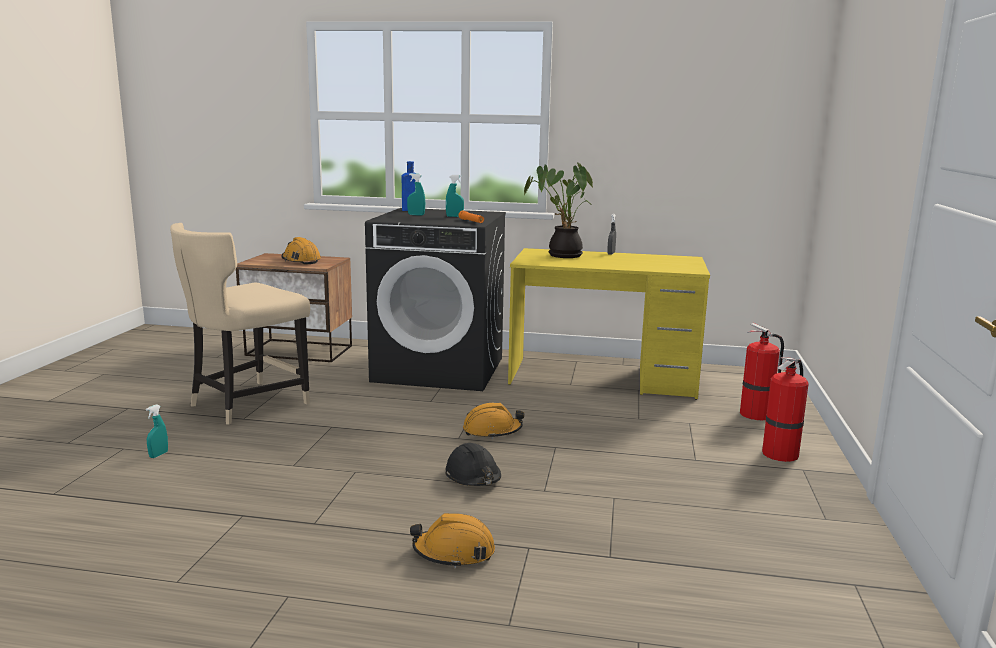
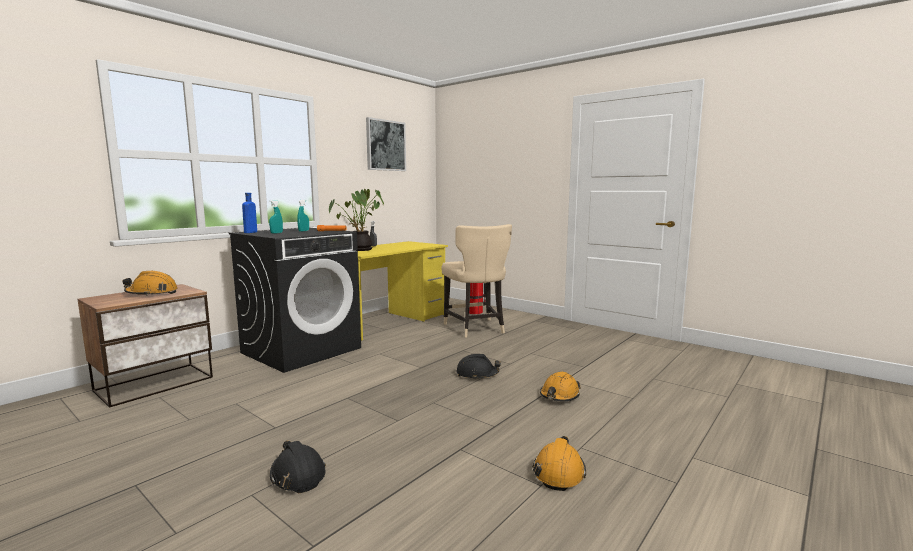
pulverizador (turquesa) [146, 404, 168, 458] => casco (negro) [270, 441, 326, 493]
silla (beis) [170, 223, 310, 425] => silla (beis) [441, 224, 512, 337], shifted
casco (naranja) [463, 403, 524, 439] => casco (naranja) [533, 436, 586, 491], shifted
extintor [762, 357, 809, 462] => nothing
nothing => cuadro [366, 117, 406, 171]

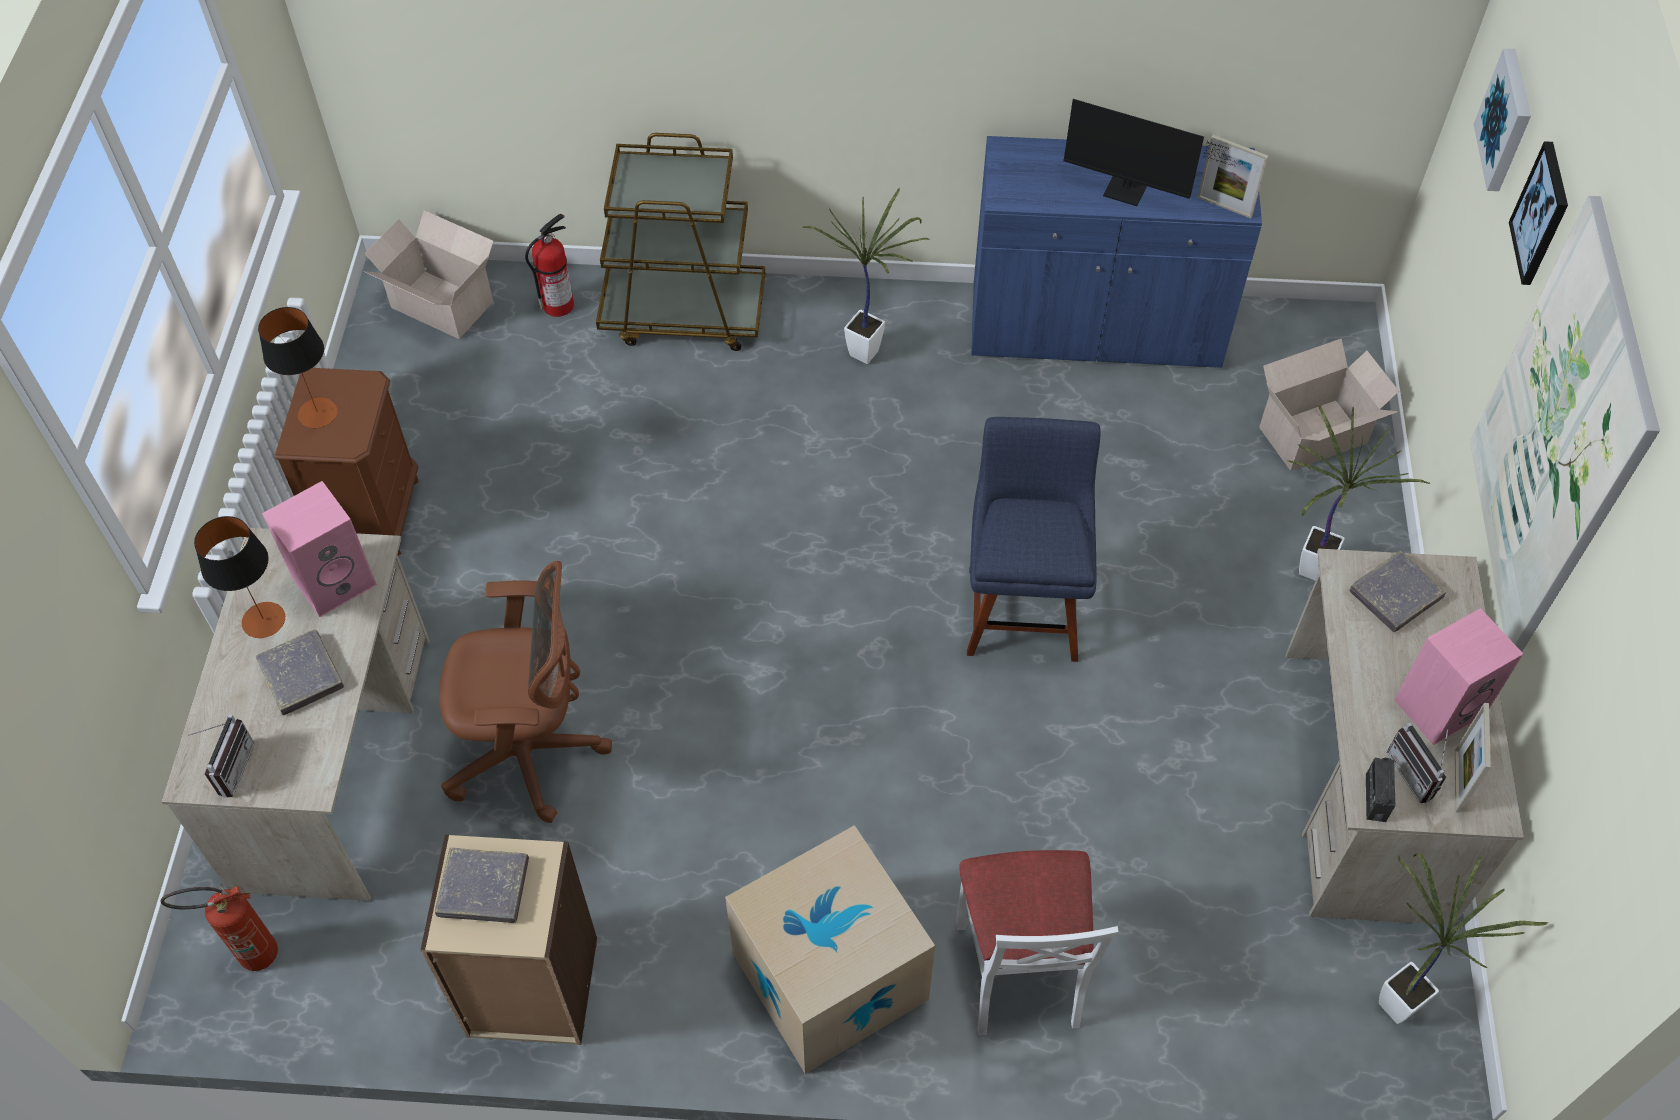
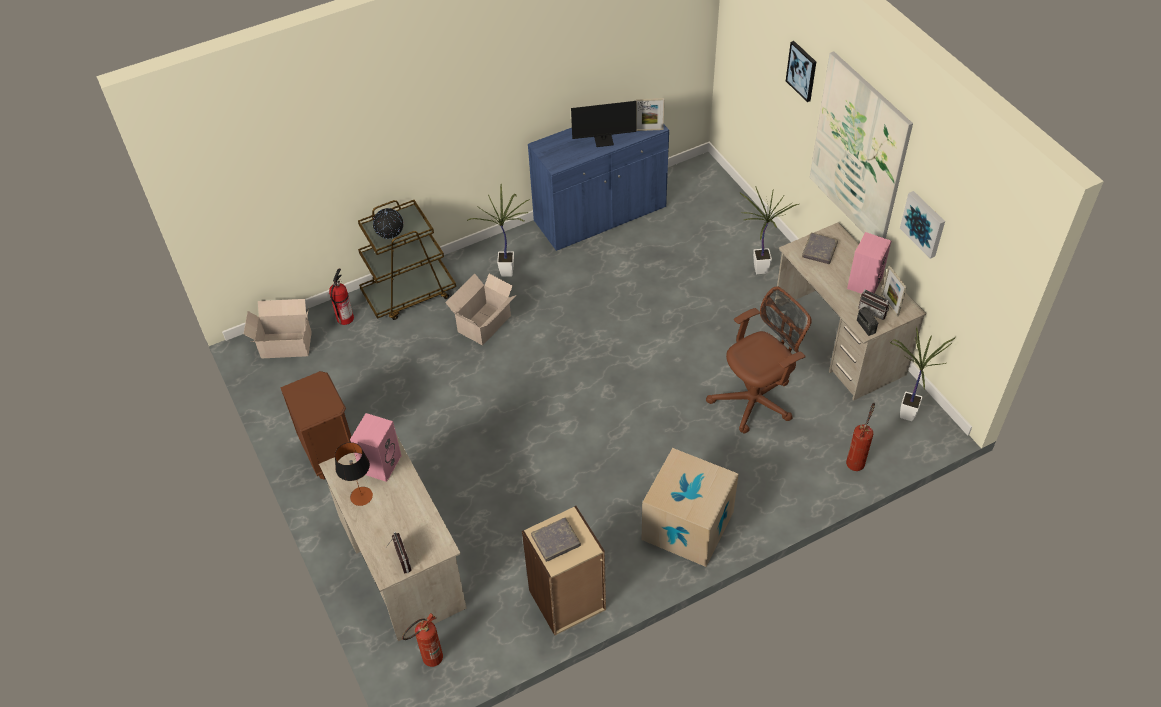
libro (gris) [256, 629, 344, 716] => nothing
lámpara de mesa [258, 307, 338, 428] => nothing
silla de oficina (marrón) [439, 561, 612, 823] => silla de oficina (marrón) [706, 286, 812, 433], shifted
silla (blanco) [956, 850, 1119, 1035] => nothing
silla (azul) [967, 417, 1101, 662] => nothing
caja de cartón [1259, 338, 1400, 471] => caja de cartón [445, 273, 517, 345], shifted
cuadro [1474, 48, 1531, 191] => cuadro [900, 191, 945, 259], shifted
nothing => globo terráqueo [373, 208, 403, 239]
nothing => extintor [846, 403, 875, 471]

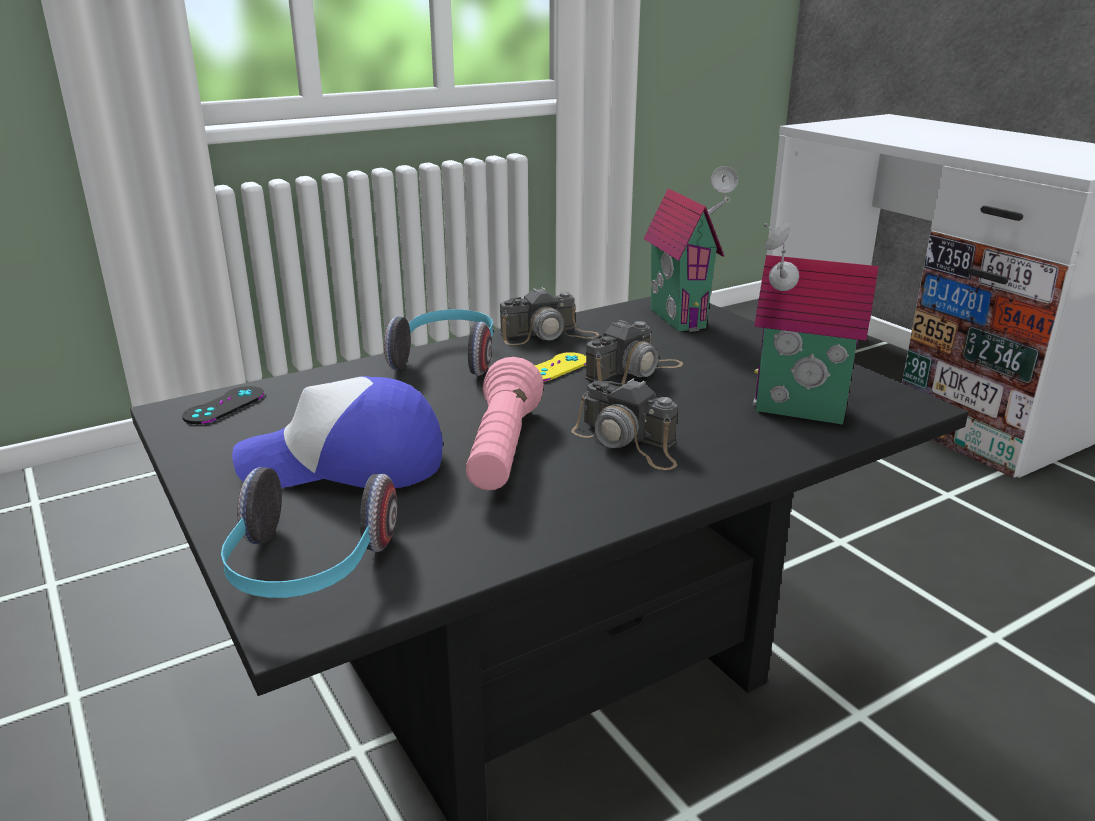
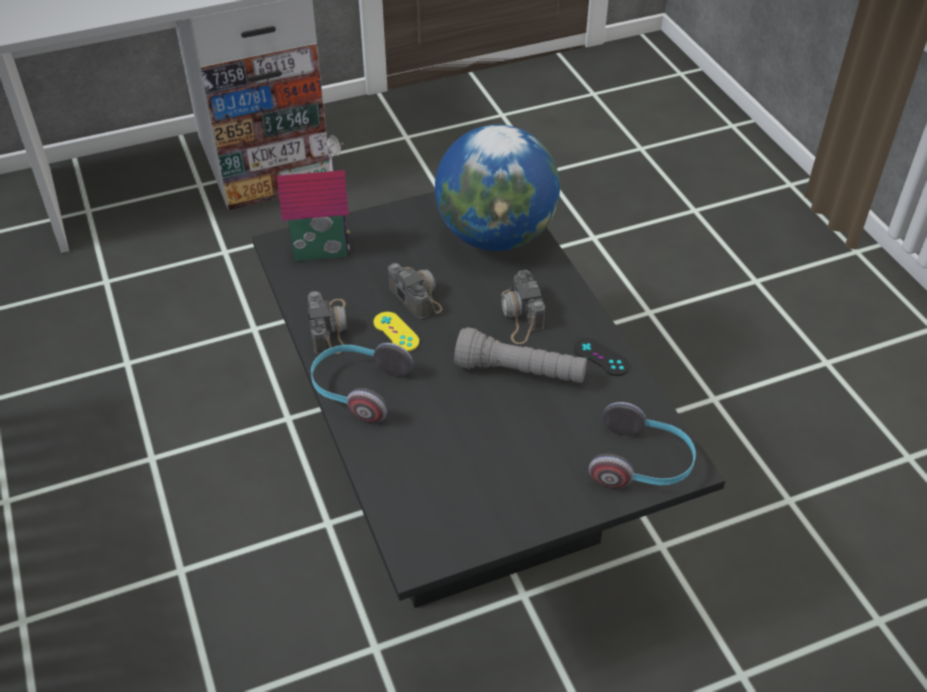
mando de consola (negro) [182, 386, 264, 424] => mando de consola (negro) [574, 338, 630, 376], shifted
gorra [232, 376, 443, 488] => nothing
linterna (rosa) [466, 357, 544, 490] => linterna (gris) [454, 327, 587, 383]
cámara [571, 378, 678, 470] => cámara [501, 270, 545, 344], 120 degrees clockwise
casita [753, 221, 879, 425] => globo terráqueo [435, 125, 560, 251]

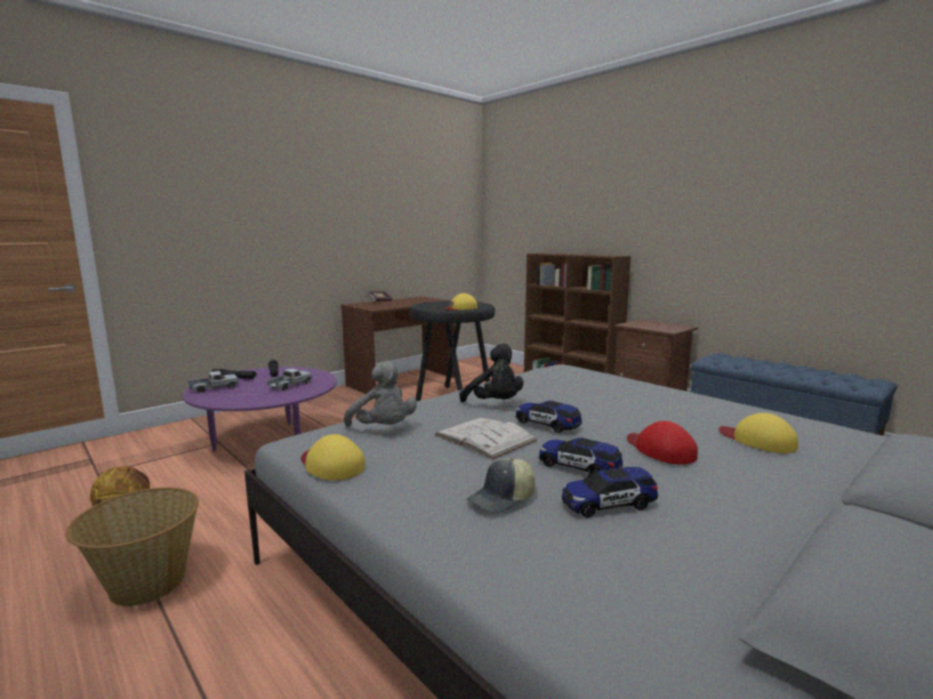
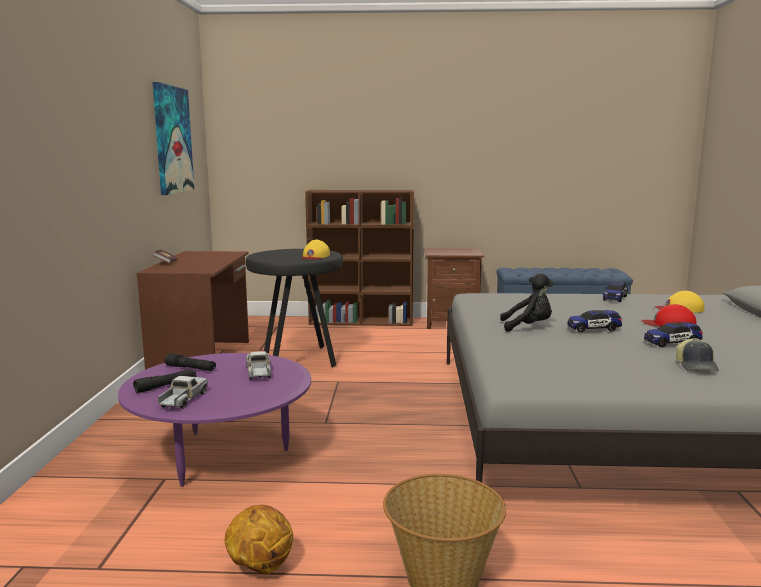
gorra (amarillo) [301, 434, 365, 481] => nothing
peluche (gris) [344, 361, 417, 427] => nothing
libro (blanco) [434, 417, 537, 459] => nothing
coche de juguete [562, 467, 658, 518] => coche de juguete [603, 281, 628, 302], shifted
nothing => cuadro [153, 82, 194, 195]

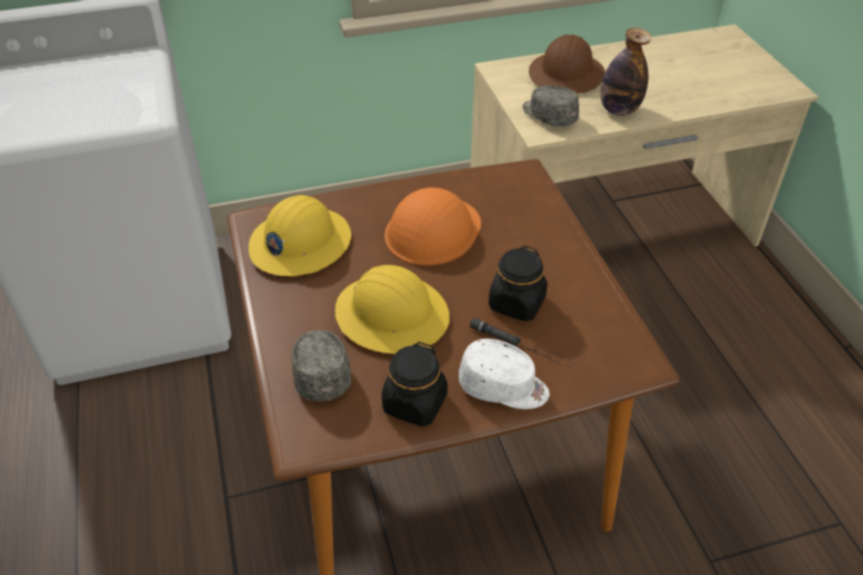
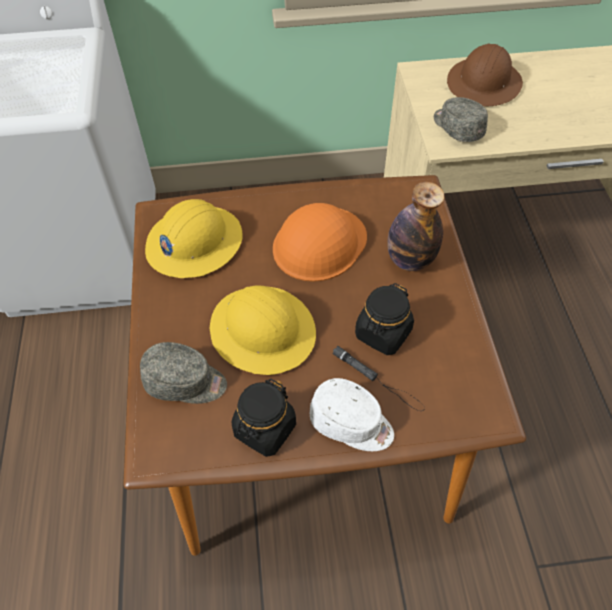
gorra (gris) [292, 330, 352, 402] => gorra (gris) [140, 342, 227, 404], 105 degrees clockwise
botella [600, 28, 651, 116] => botella [387, 182, 445, 271], shifted

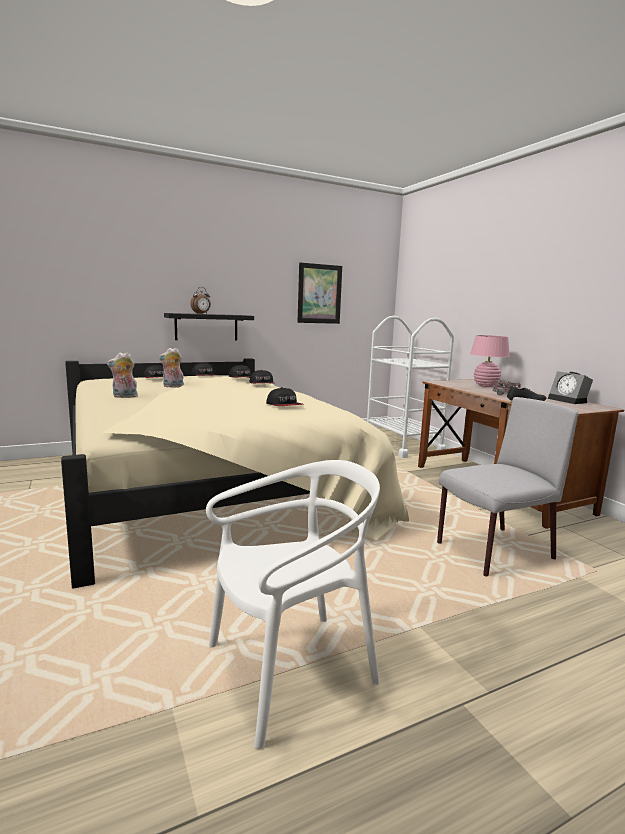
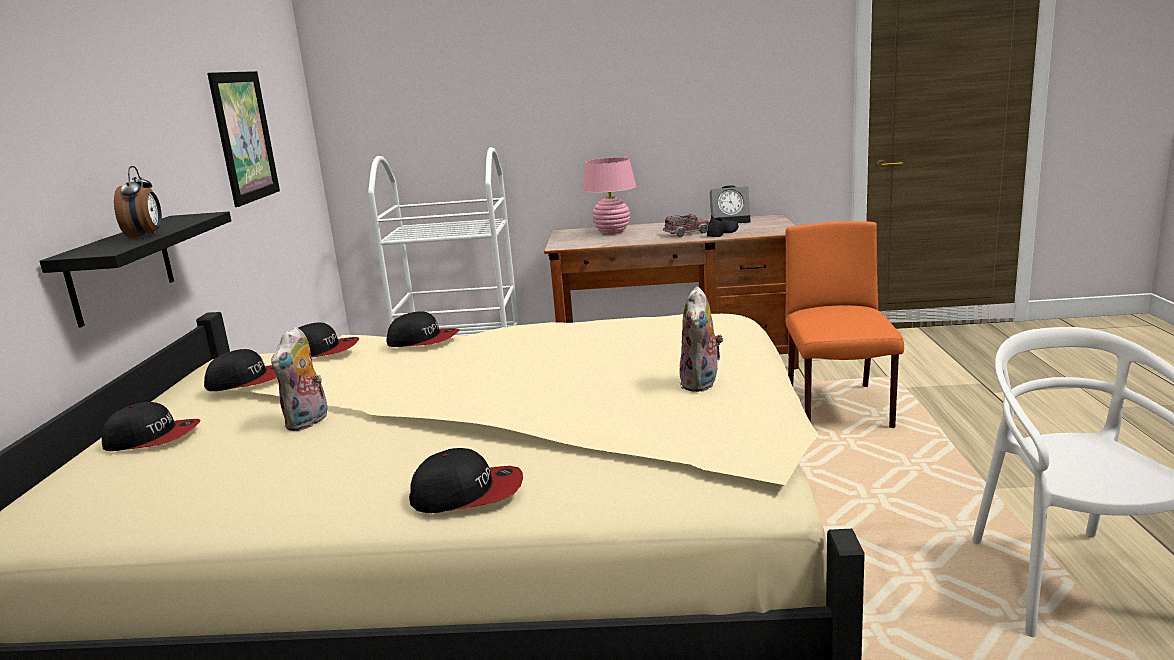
peluche [107, 352, 138, 398] => peluche [679, 286, 723, 392], shifted
gorra [266, 387, 303, 406] => gorra [409, 448, 523, 513], shifted
silla (gris) [437, 397, 578, 576] => silla (naranja) [785, 221, 904, 428]

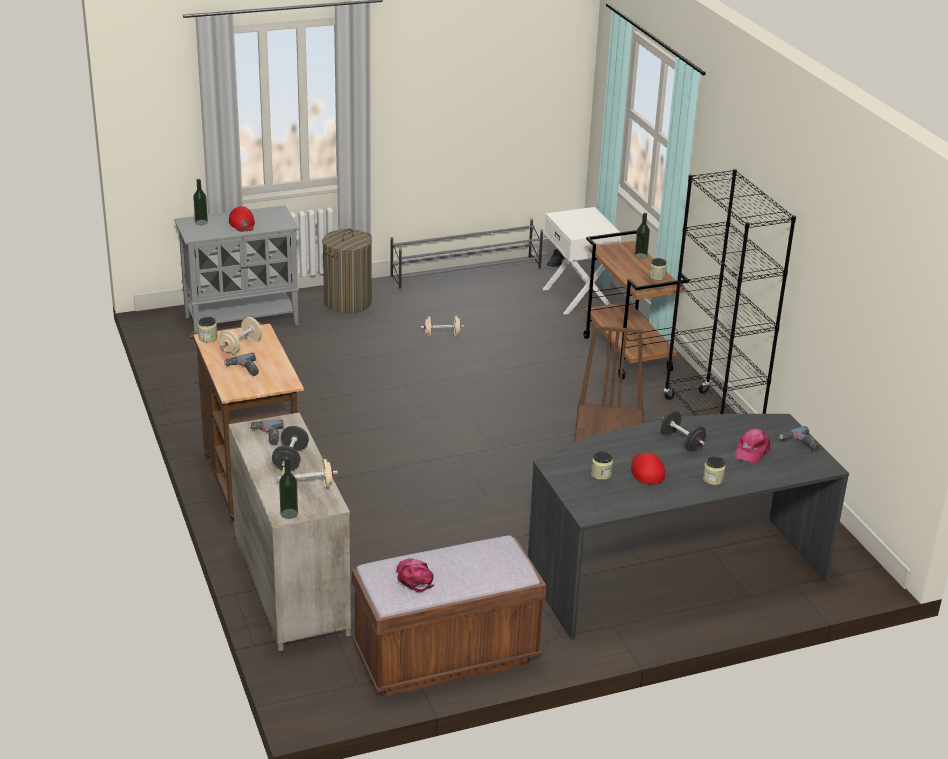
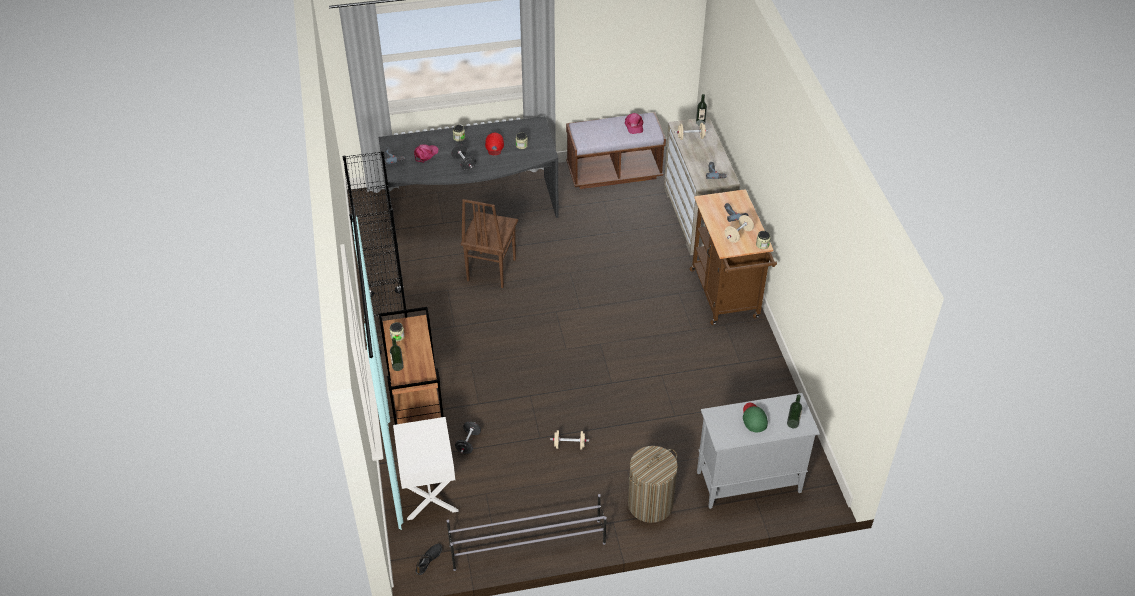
gorra (rojo) [229, 206, 255, 232] => gorra (verde) [743, 403, 768, 432]
mancuerna (negro) [272, 426, 309, 471] => mancuerna (negro) [455, 422, 481, 454], shifted

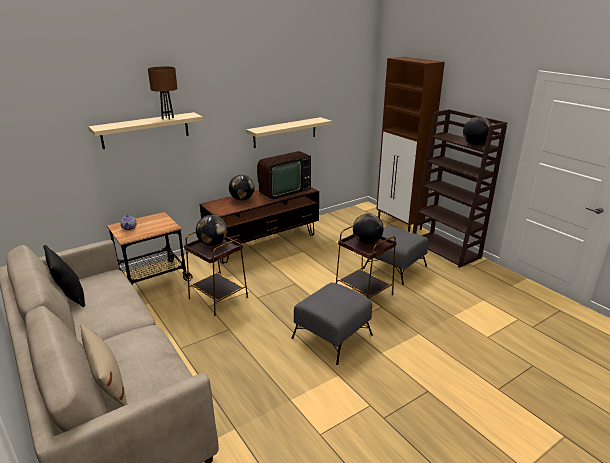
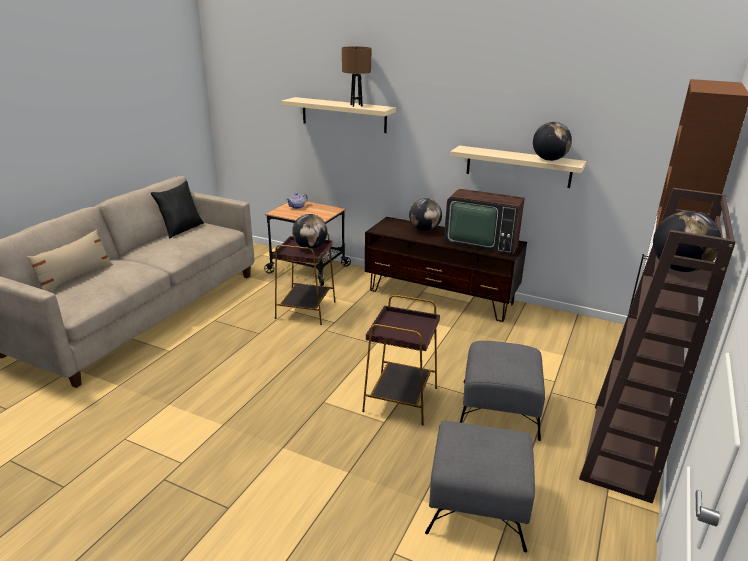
puf (gris) [292, 283, 373, 365] => puf (gris) [425, 421, 535, 552], shifted
globo terráqueo [353, 213, 384, 244] => globo terráqueo [533, 122, 572, 161], shifted

